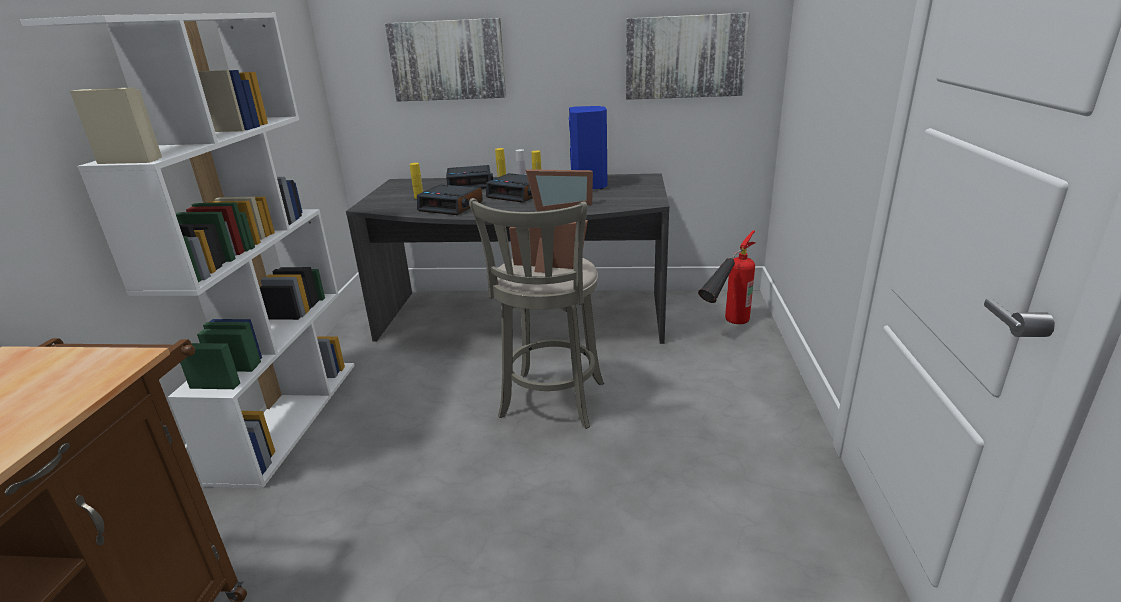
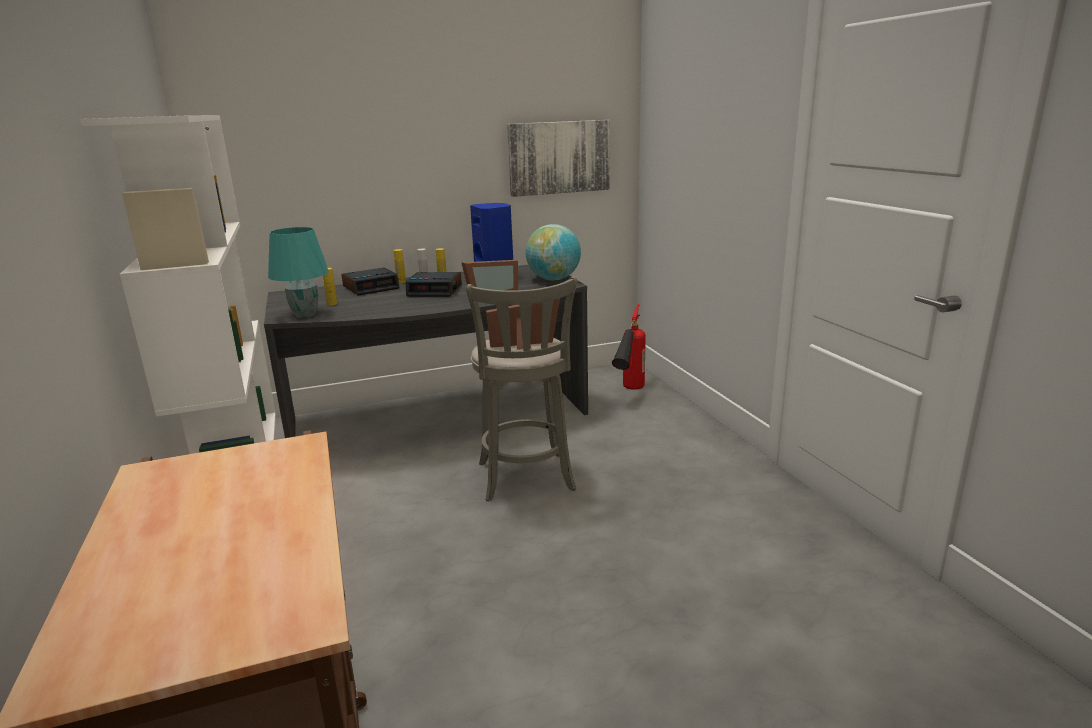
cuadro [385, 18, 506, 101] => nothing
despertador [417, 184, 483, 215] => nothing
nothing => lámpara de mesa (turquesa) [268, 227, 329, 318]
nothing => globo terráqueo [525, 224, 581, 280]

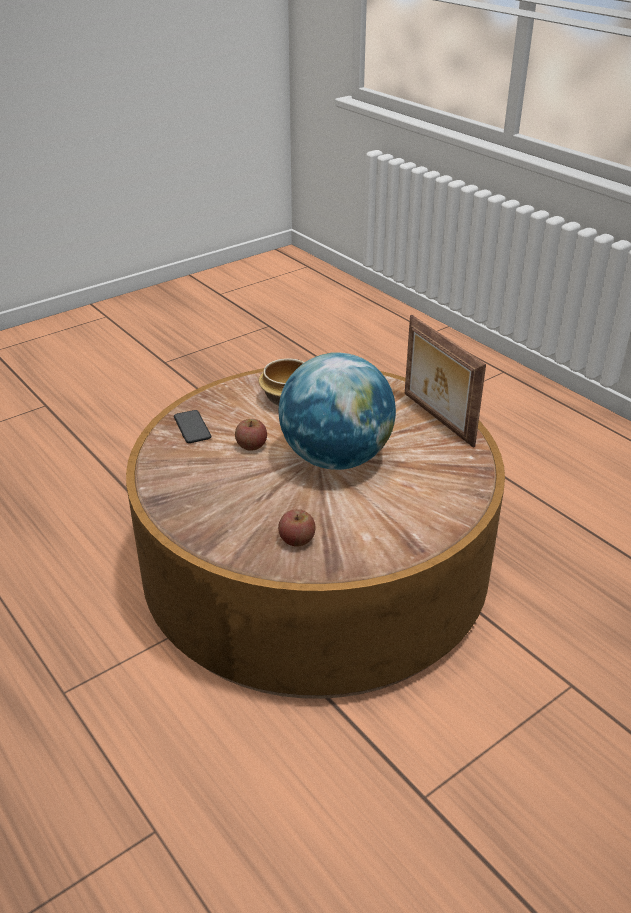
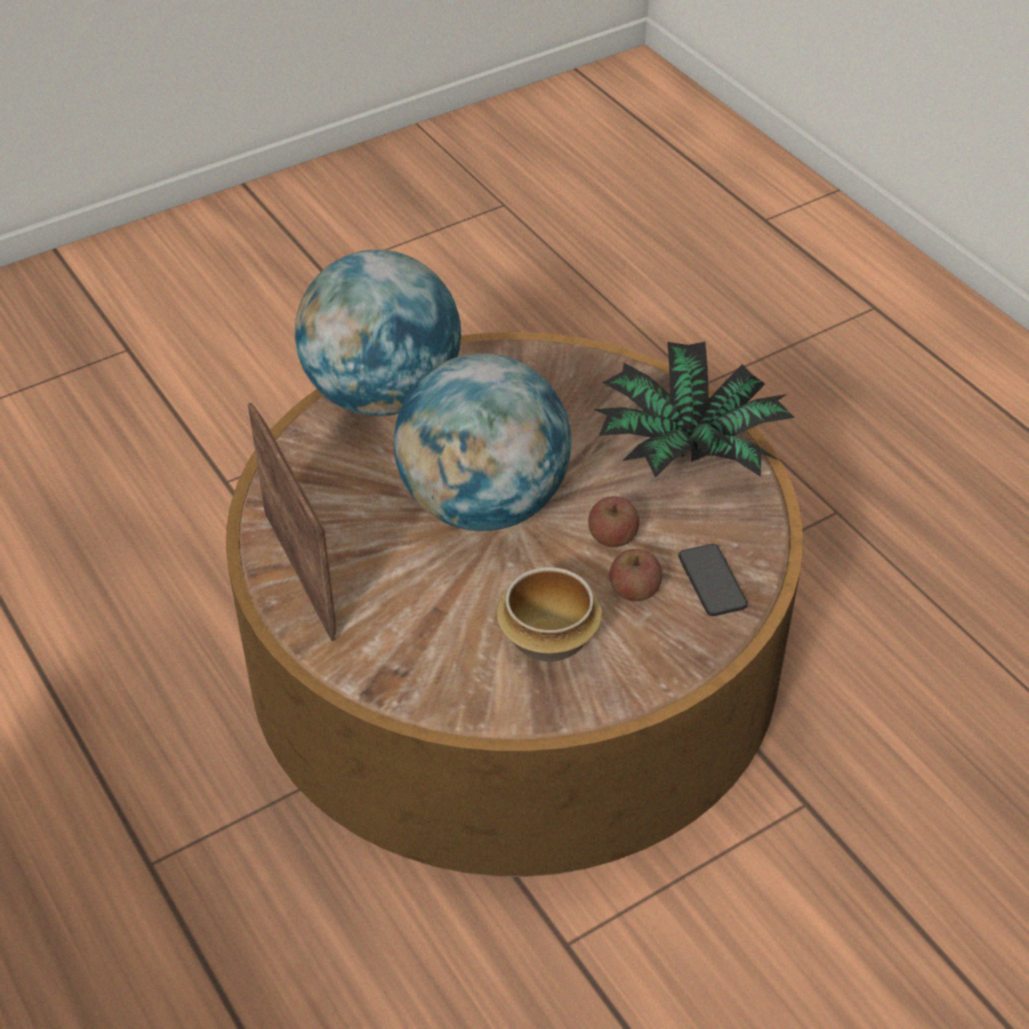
manzana [278, 509, 316, 546] => manzana [610, 549, 662, 601], shifted
nothing => globo terráqueo [295, 250, 461, 417]
nothing => planta en maceta [593, 342, 795, 478]

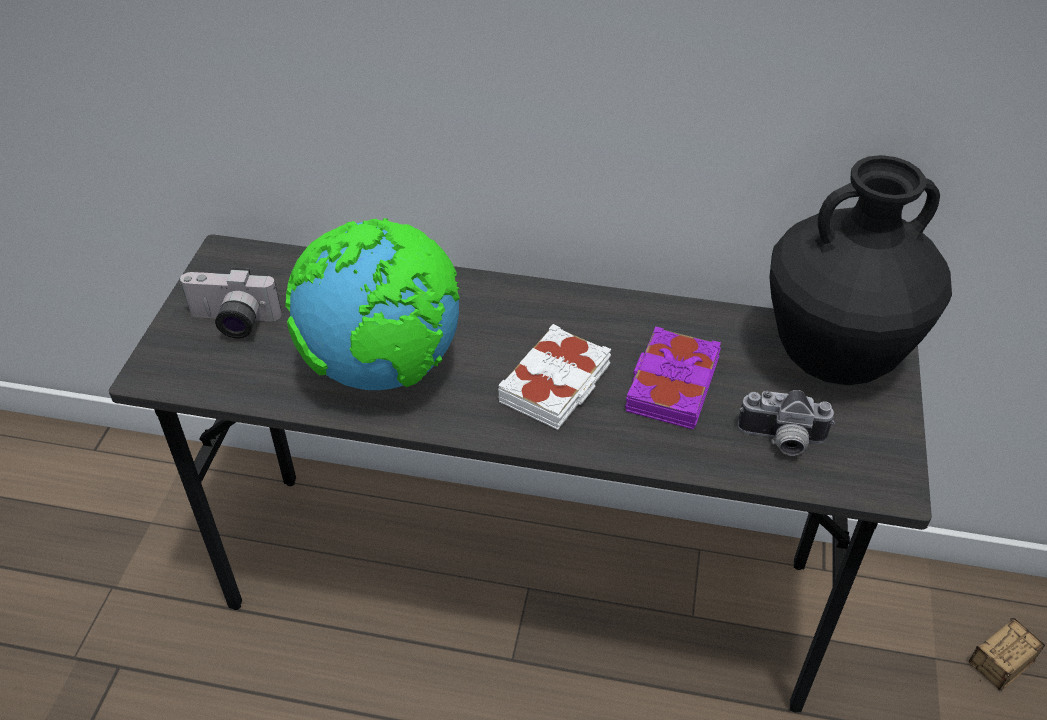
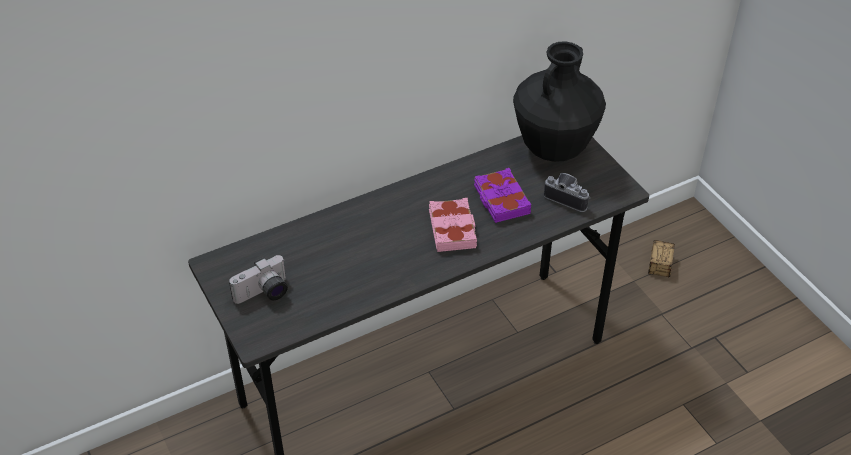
globo terráqueo [285, 218, 460, 390] => nothing
libro (blanco) [498, 324, 611, 430] => libro (rosa) [429, 198, 477, 252]
cámara [738, 390, 835, 456] => cámara [544, 173, 590, 212], 120 degrees counterclockwise

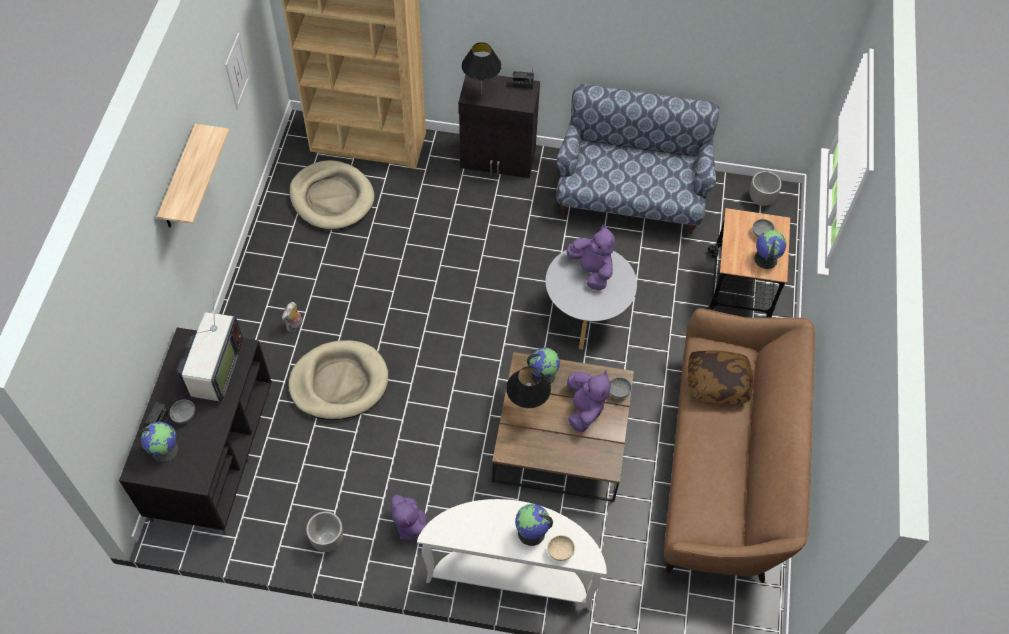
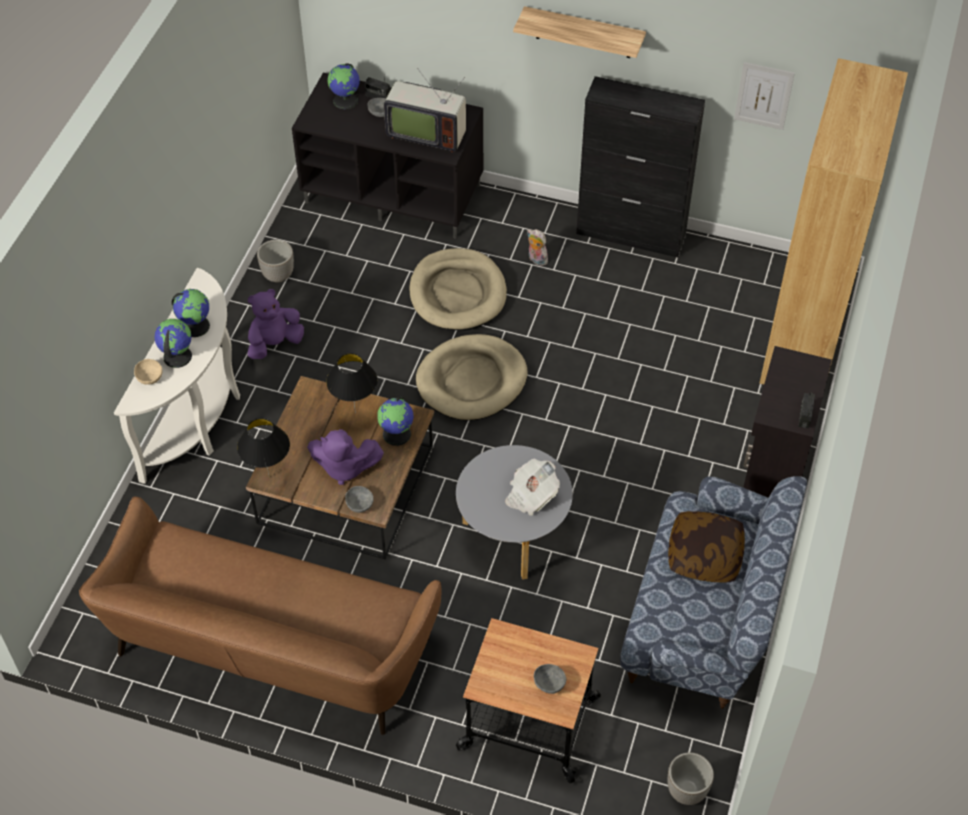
cama para perro (beis) [289, 160, 375, 230] => cama para perro (beis) [416, 334, 528, 420], shifted
lámpara de mesa (negro) [462, 42, 502, 95] => lámpara de mesa (negro) [237, 418, 290, 478], shifted
peluche (morado) [566, 224, 615, 290] => periódico [505, 459, 560, 516]
cojín [687, 350, 753, 404] => cojín [668, 511, 745, 583], shifted
globo terráqueo [754, 230, 787, 269] => globo terráqueo [172, 289, 210, 337], shifted
nothing => armario (negro) [576, 76, 705, 258]

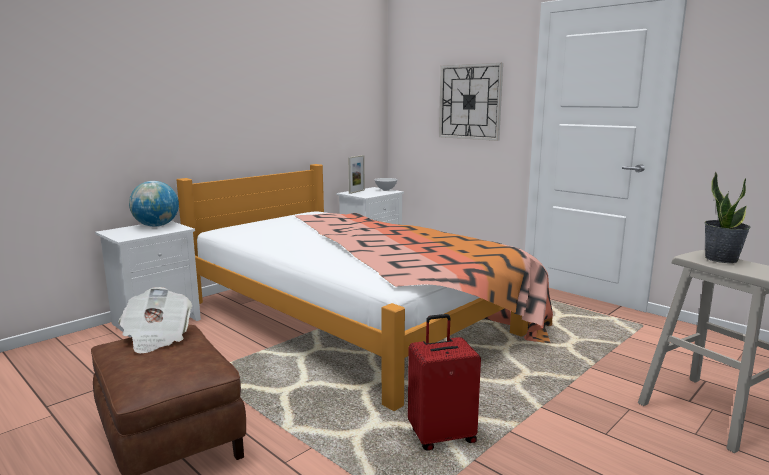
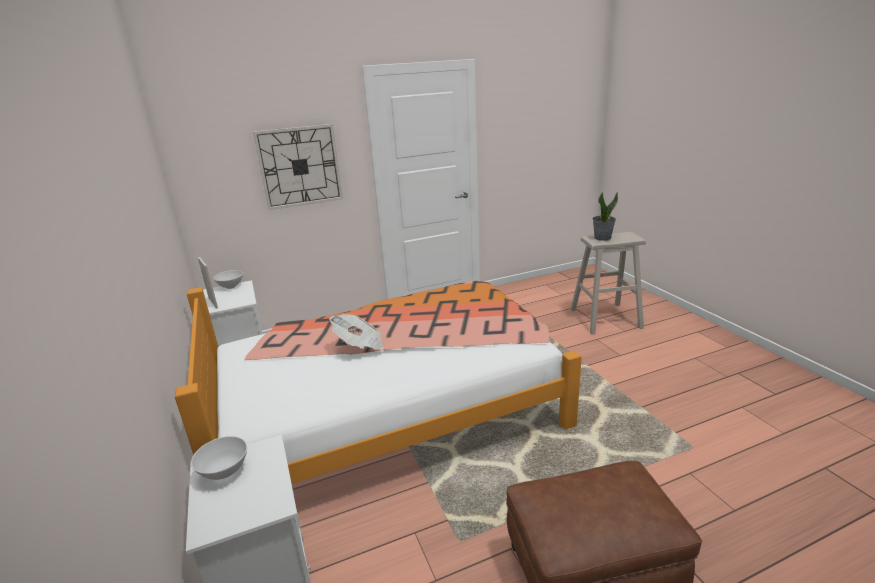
periódico [119, 287, 192, 354] => periódico [329, 314, 383, 350], shifted
globo terráqueo [129, 181, 179, 227] => cuenco (blanco) [191, 436, 247, 480]
maleta (rojo) [408, 314, 481, 450] => nothing

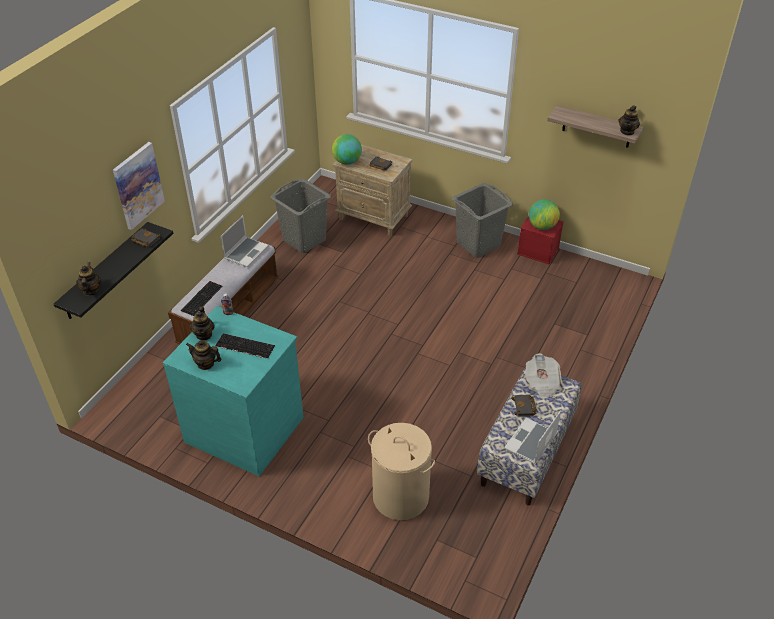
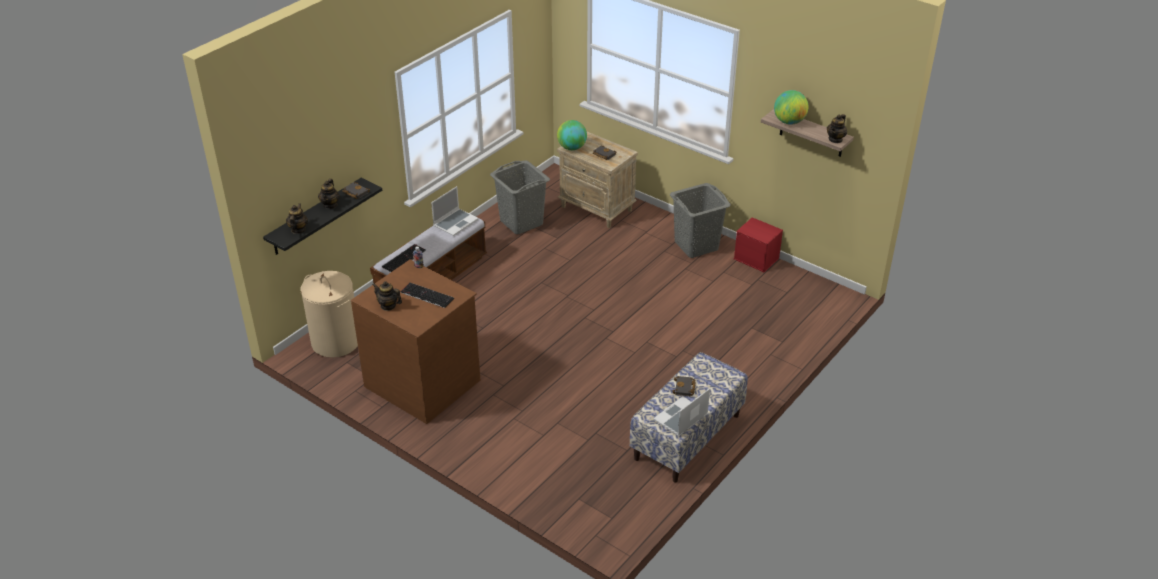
cuadro [113, 142, 165, 230] => nothing
cómoda (turquesa) [163, 306, 304, 476] => cómoda (marrón) [351, 259, 480, 424]
tetera [190, 306, 215, 341] => tetera [318, 179, 340, 209], shifted
cesto de la ropa (beis) [368, 423, 435, 520] => cesto de la ropa (beis) [300, 271, 358, 358], shifted
periódico [525, 353, 562, 399] => nothing
globo terráqueo [529, 199, 560, 230] => globo terráqueo [774, 90, 808, 125], shifted

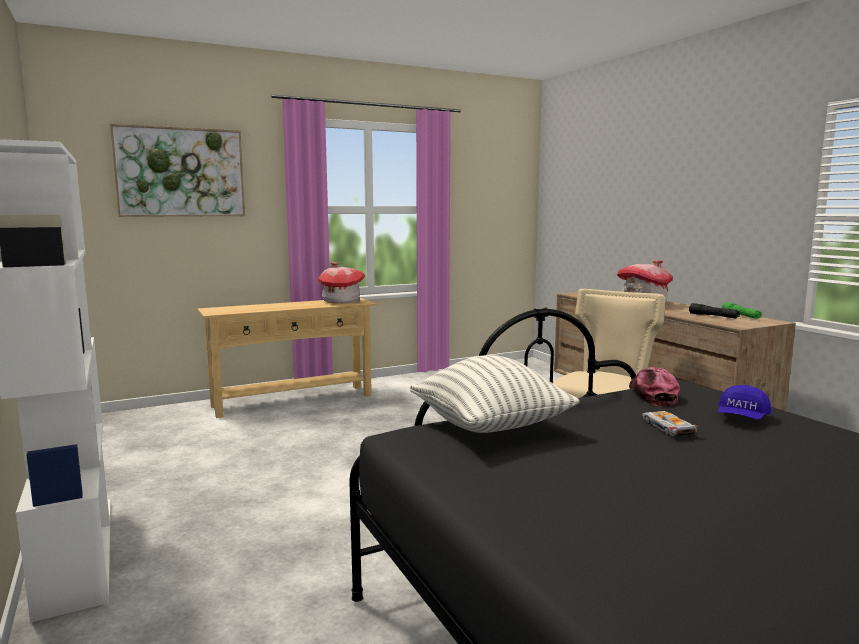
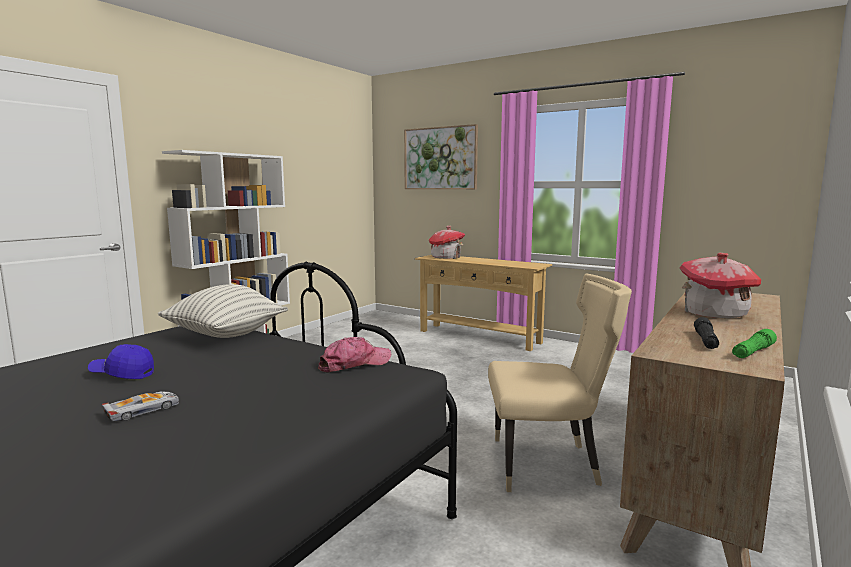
casita [318, 262, 365, 304] => casita [429, 226, 465, 259], shifted
coche de juguete [642, 411, 700, 436] => coche de juguete [102, 391, 179, 421], shifted
gorra (azul) [718, 385, 771, 420] => gorra (azul) [88, 344, 154, 379], shifted

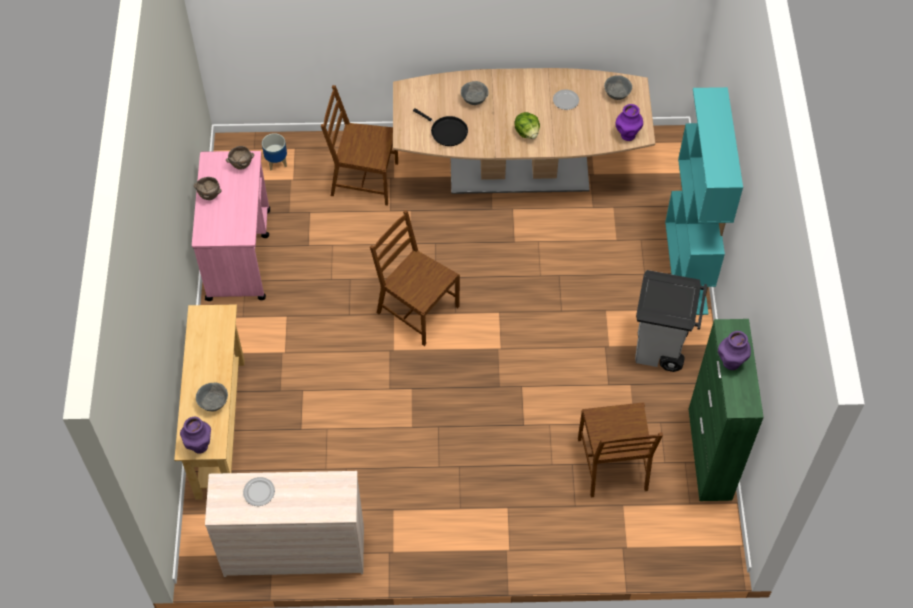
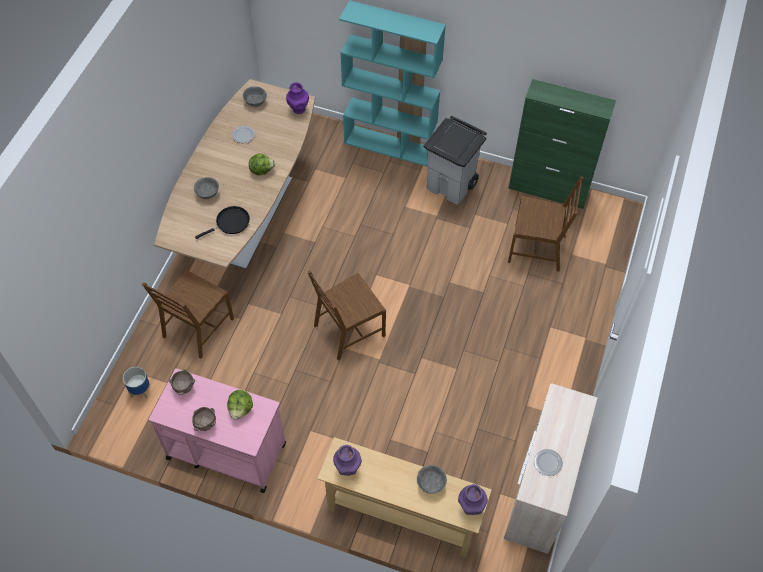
florero (morado) [718, 331, 751, 370] => florero (morado) [333, 445, 362, 476], shifted
nothing => lechuga [227, 390, 253, 420]

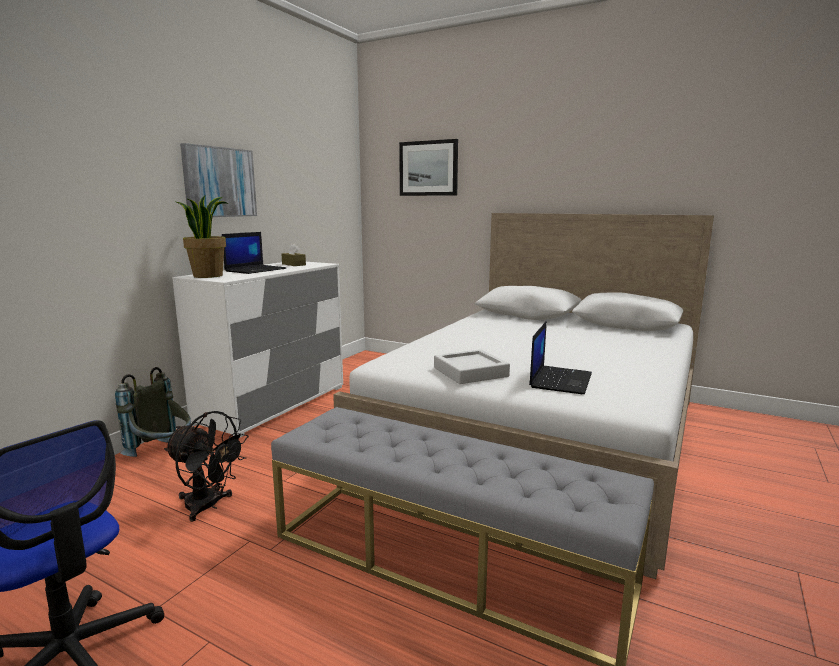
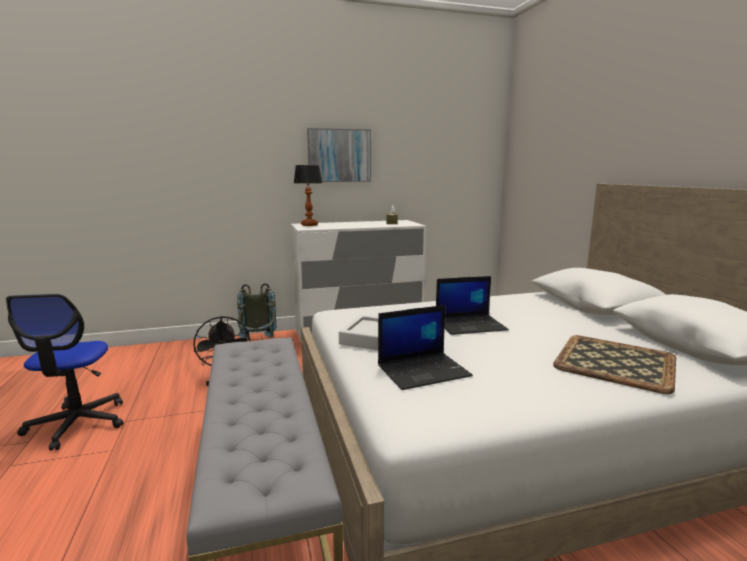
planta en maceta [176, 194, 229, 278] => lámpara de mesa [294, 165, 322, 226]
portátil [222, 232, 286, 274] => portátil [436, 276, 509, 335], shifted
cuadro [399, 139, 458, 196] => nothing
nothing => bandeja [553, 335, 676, 394]

